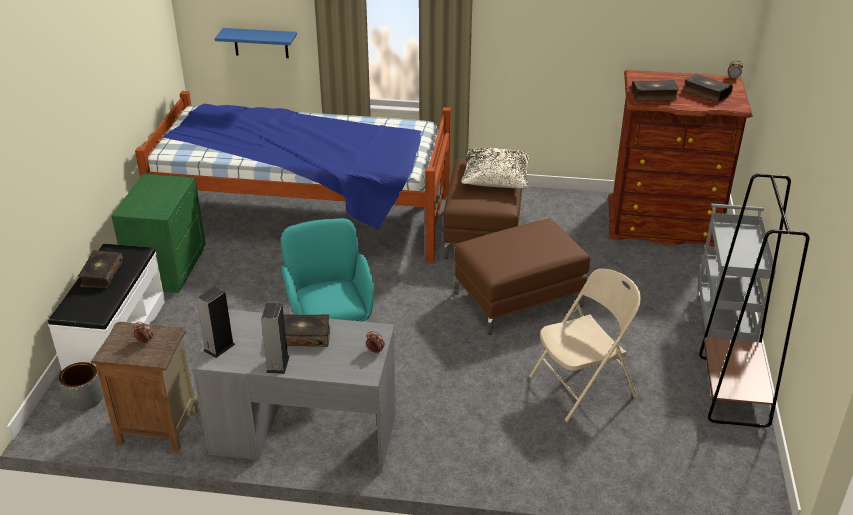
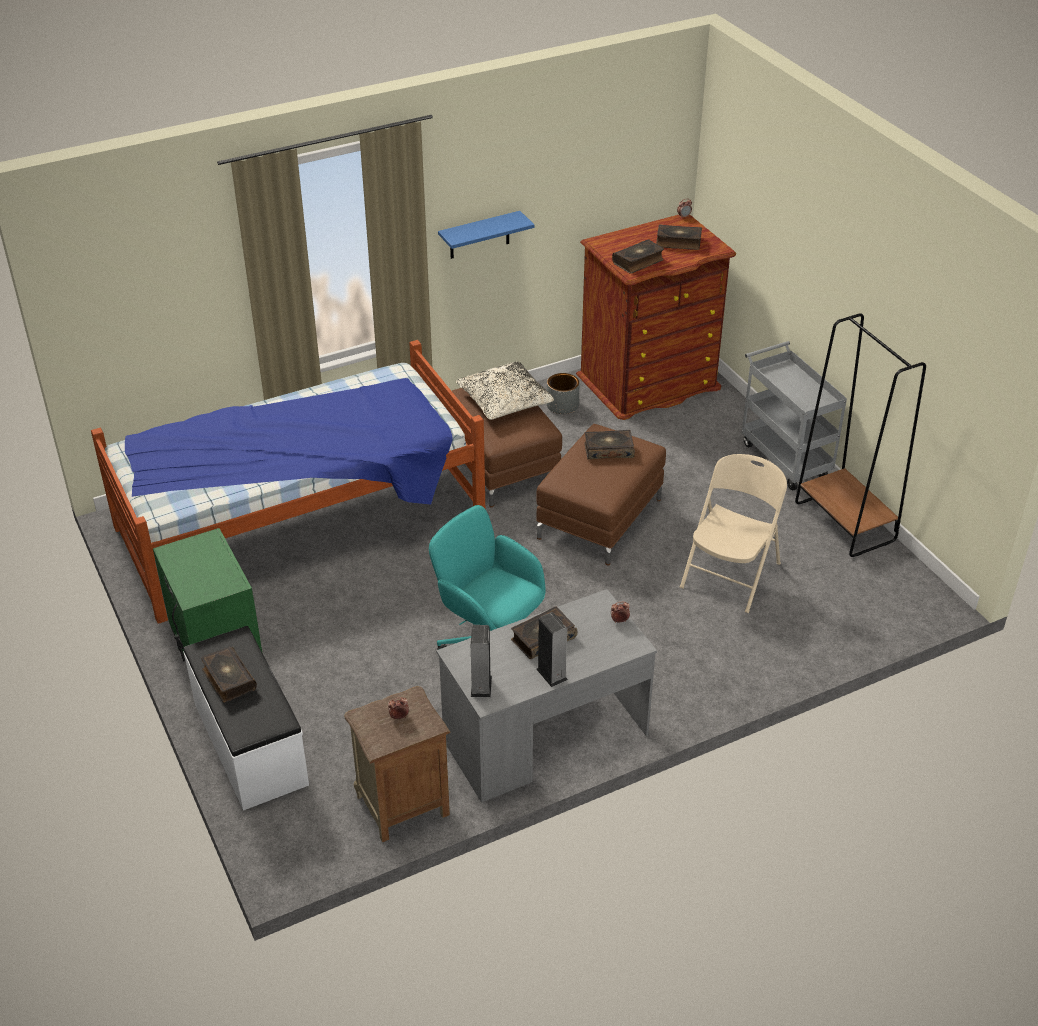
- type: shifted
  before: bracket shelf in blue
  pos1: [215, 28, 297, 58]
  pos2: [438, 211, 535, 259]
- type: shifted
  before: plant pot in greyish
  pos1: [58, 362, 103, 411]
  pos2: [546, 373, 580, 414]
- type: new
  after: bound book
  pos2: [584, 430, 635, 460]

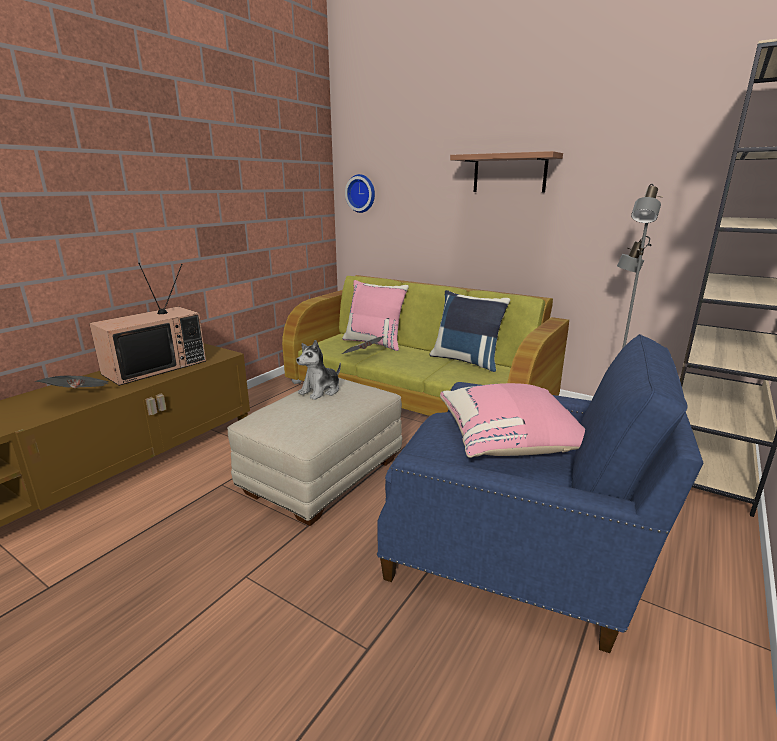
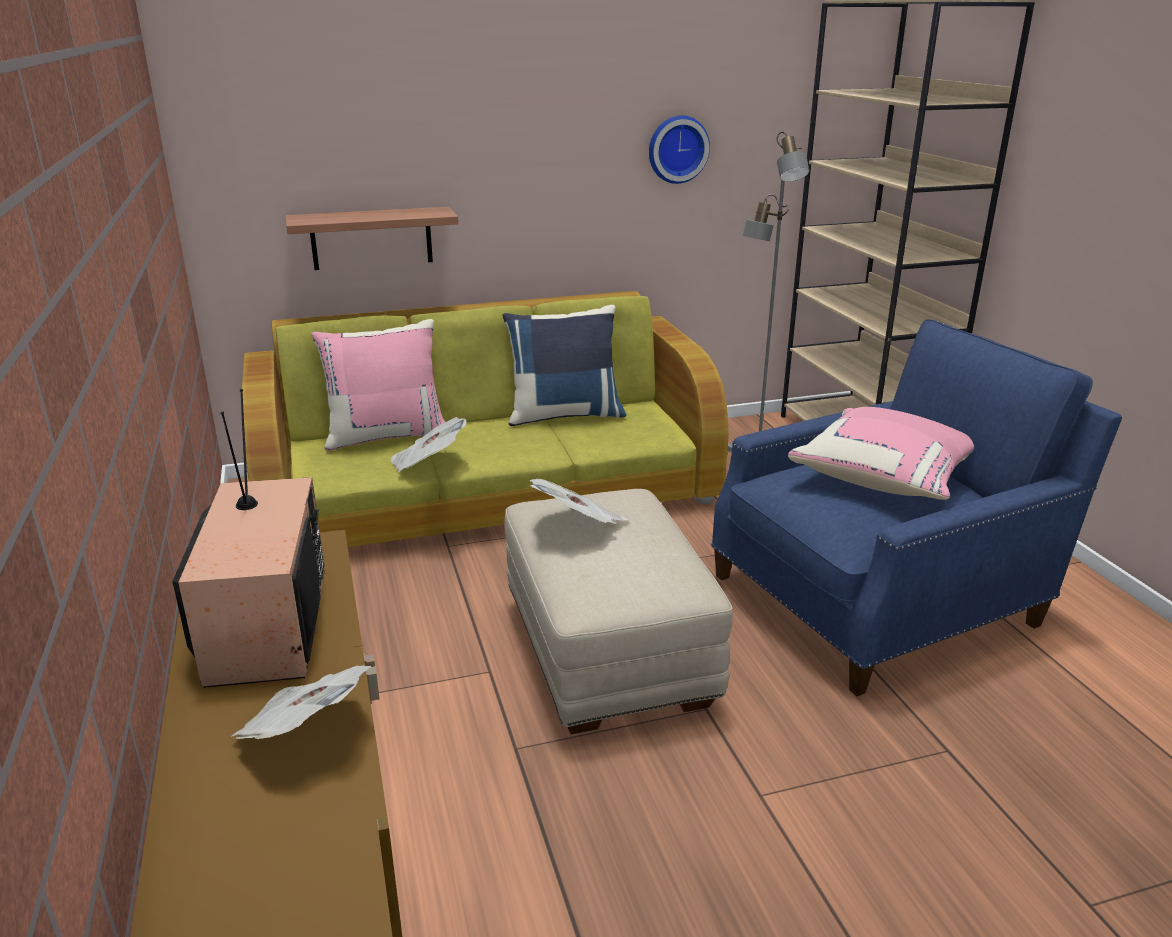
- type: shifted
  before: bracket shelf
  pos1: [450, 151, 563, 193]
  pos2: [286, 207, 458, 270]
- type: shifted
  before: clock on the wall
  pos1: [345, 174, 375, 213]
  pos2: [649, 115, 710, 184]
- type: swapped
  before: cuddly toy
  after: printed paper
  pos1: [296, 340, 341, 400]
  pos2: [530, 479, 629, 524]

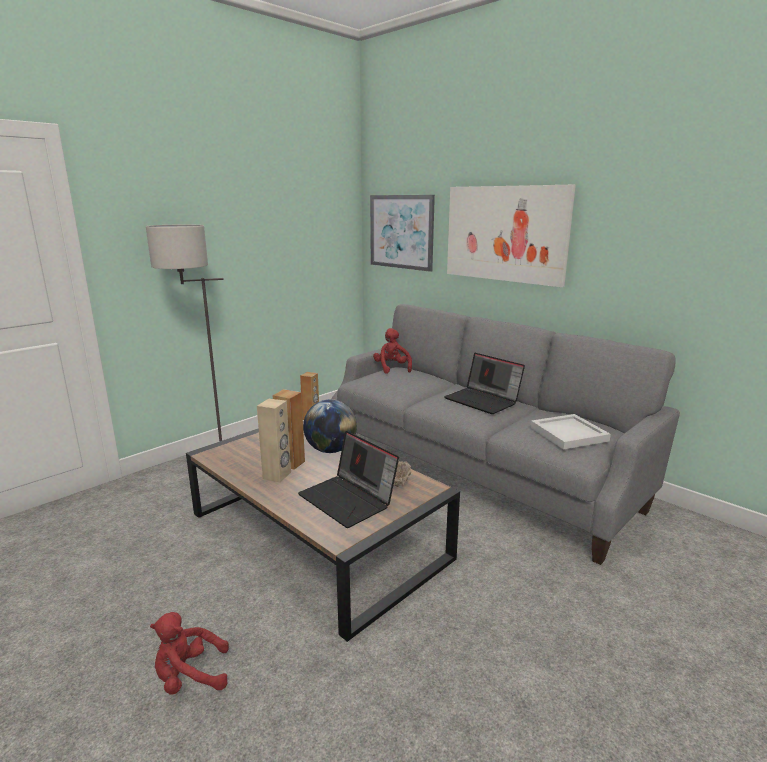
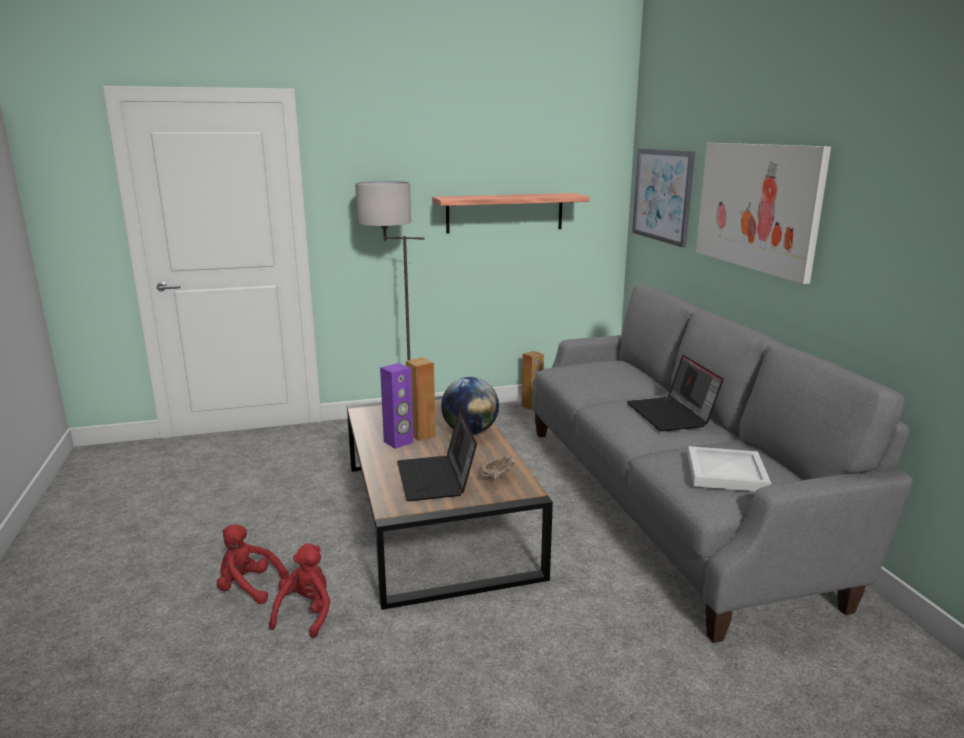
- type: shifted
  before: cuddly toy in red-coloured
  pos1: [373, 328, 412, 374]
  pos2: [269, 543, 330, 638]
- type: repainted
  before: loudspeaker in beige-coloured
  after: loudspeaker in purplish
  pos1: [257, 399, 291, 482]
  pos2: [380, 363, 413, 449]
- type: new
  after: bracket shelf
  pos2: [432, 193, 590, 234]

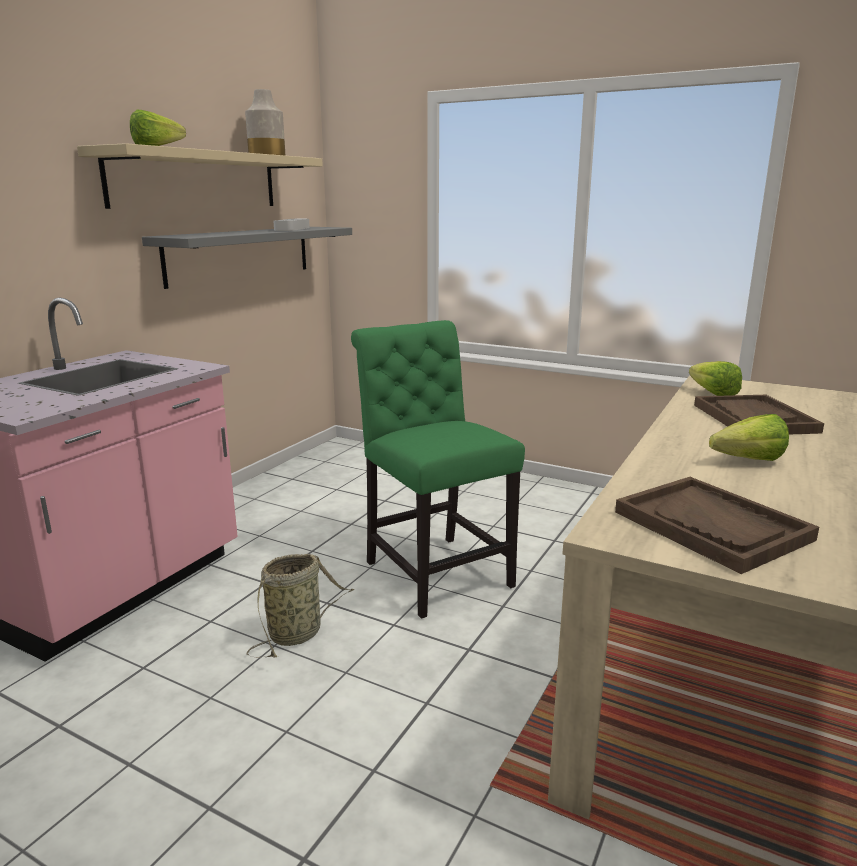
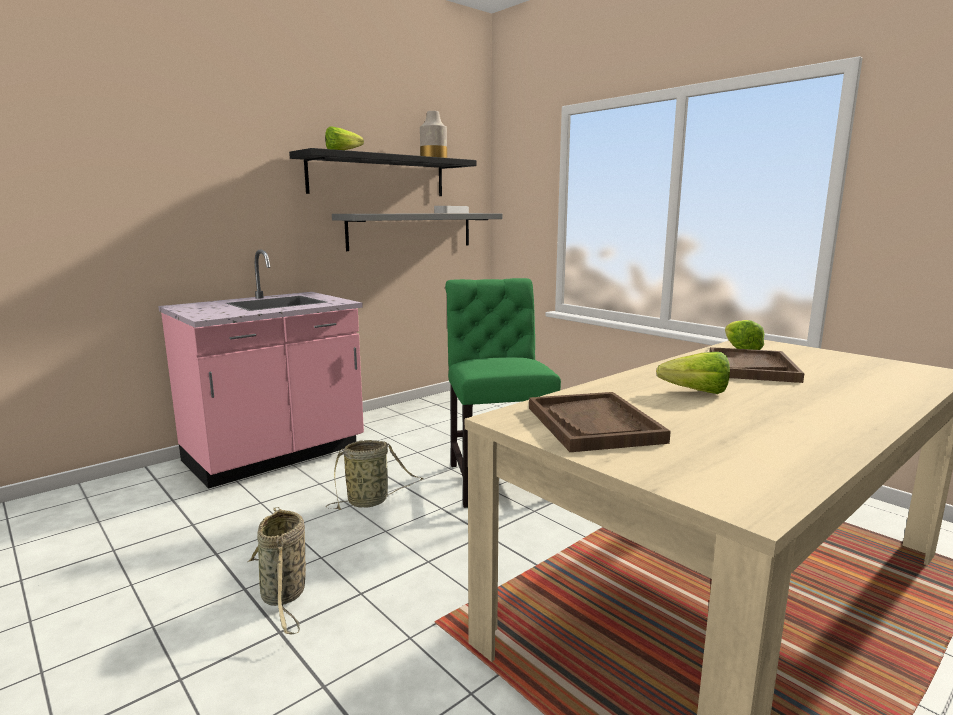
- type: repainted
  before: bracket shelf in beige-coloured
  after: bracket shelf in black
  pos1: [77, 143, 323, 209]
  pos2: [289, 148, 477, 196]
- type: new
  after: storage basket
  pos2: [248, 507, 306, 635]

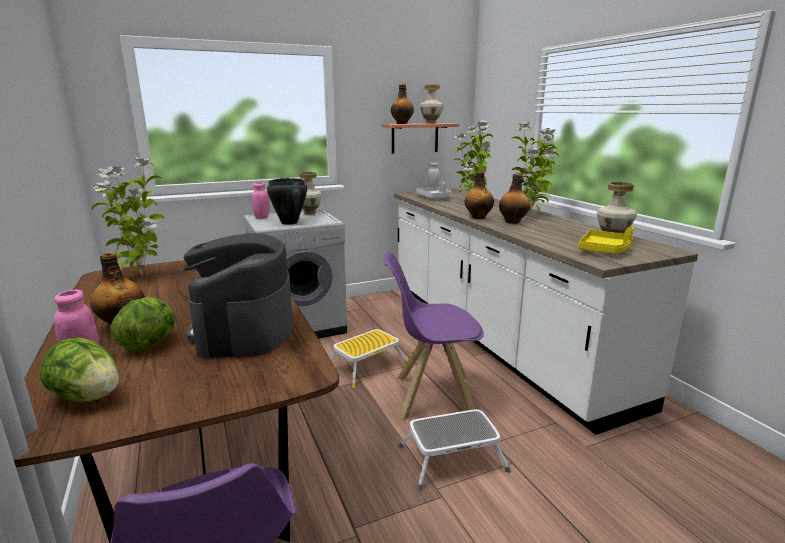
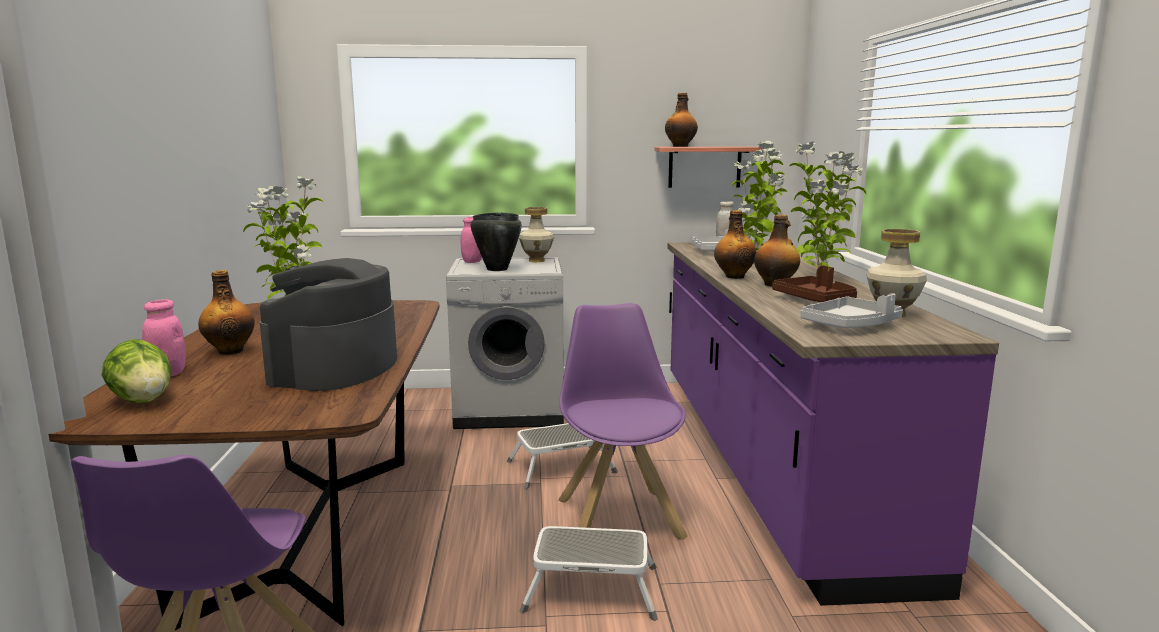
- type: gone
  before: vase
  pos1: [420, 84, 444, 124]
- type: repainted
  before: kitchen counter in white
  after: kitchen counter in purplish
  pos1: [394, 188, 698, 435]
  pos2: [667, 242, 999, 606]
- type: repainted
  before: carrying tray in yellow-coloured
  after: carrying tray in greyish
  pos1: [578, 227, 634, 254]
  pos2: [800, 293, 903, 328]
- type: rotated
  before: plain chair in purplish
  pos1: [383, 251, 484, 420]
  pos2: [558, 303, 688, 540]
  turn: 60
- type: gone
  before: lettuce
  pos1: [111, 297, 175, 352]
- type: repainted
  before: step stool in yellow-coloured
  after: step stool in greyish
  pos1: [331, 329, 408, 388]
  pos2: [506, 423, 618, 489]
- type: new
  after: carrying tray in brown
  pos2: [772, 266, 857, 302]

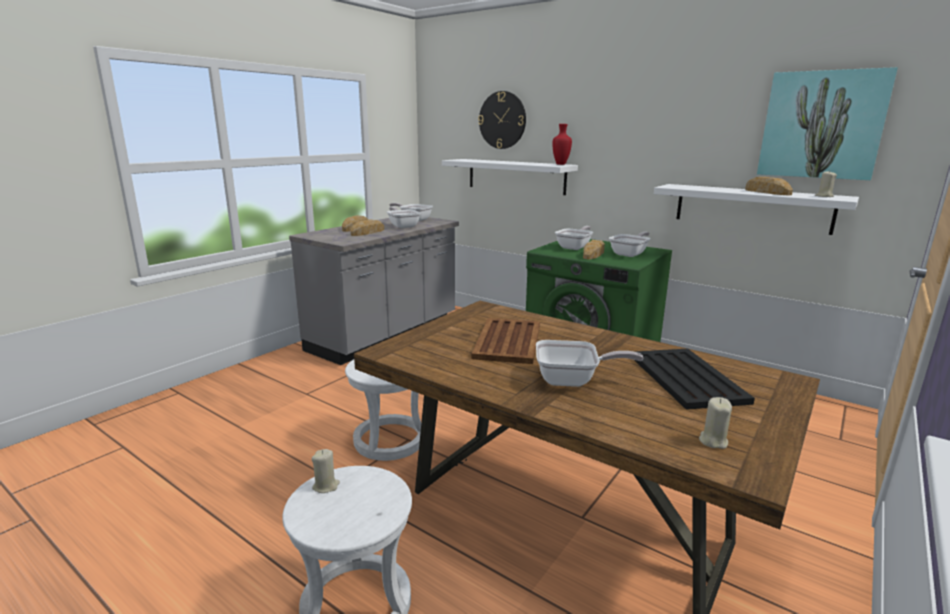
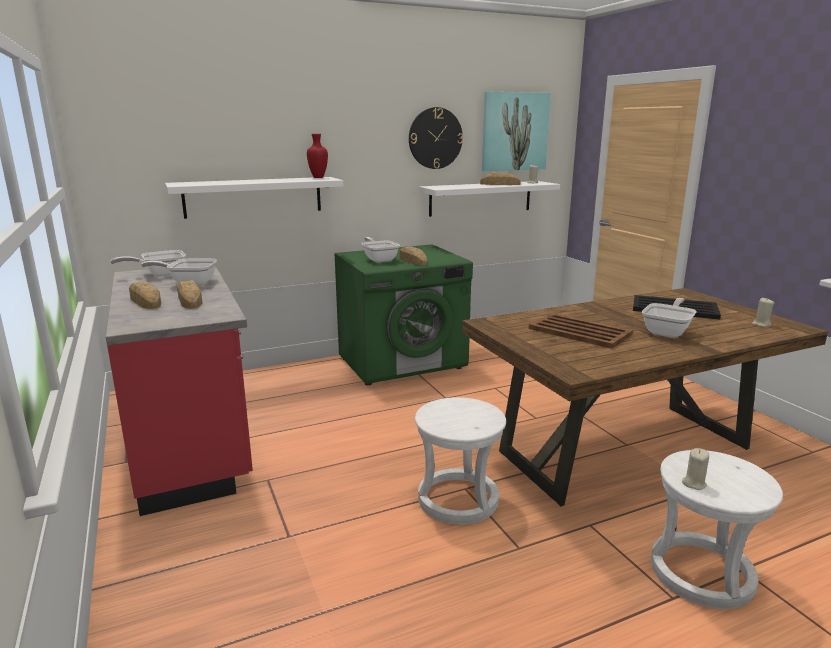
- type: shifted
  before: clock on the wall
  pos1: [478, 91, 526, 149]
  pos2: [409, 107, 463, 169]
- type: repainted
  before: kitchen counter in greyish
  after: kitchen counter in red-coloured
  pos1: [289, 217, 459, 365]
  pos2: [106, 265, 253, 516]
- type: gone
  before: frying pan
  pos1: [609, 232, 650, 257]

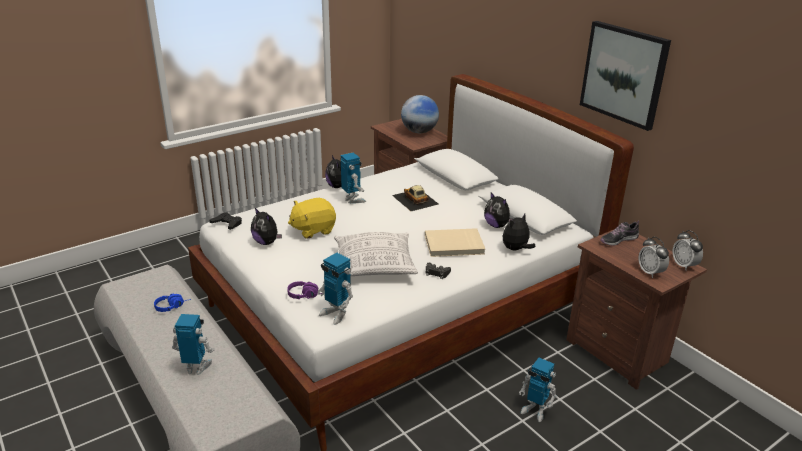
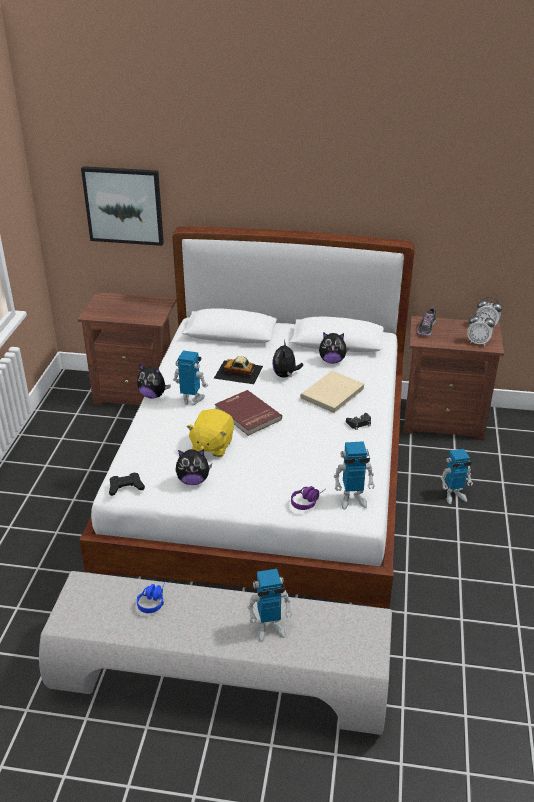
- type: shifted
  before: wall picture
  pos1: [580, 21, 671, 131]
  pos2: [81, 166, 164, 246]
- type: gone
  before: desk globe
  pos1: [401, 95, 439, 133]
- type: shifted
  before: cuddly toy
  pos1: [503, 214, 536, 251]
  pos2: [272, 340, 303, 378]
- type: gone
  before: throw pillow
  pos1: [334, 232, 418, 276]
- type: rotated
  before: robot figure
  pos1: [172, 314, 215, 375]
  pos2: [247, 569, 292, 642]
  turn: -150
- type: new
  after: bound book in red-coloured
  pos2: [215, 390, 282, 436]

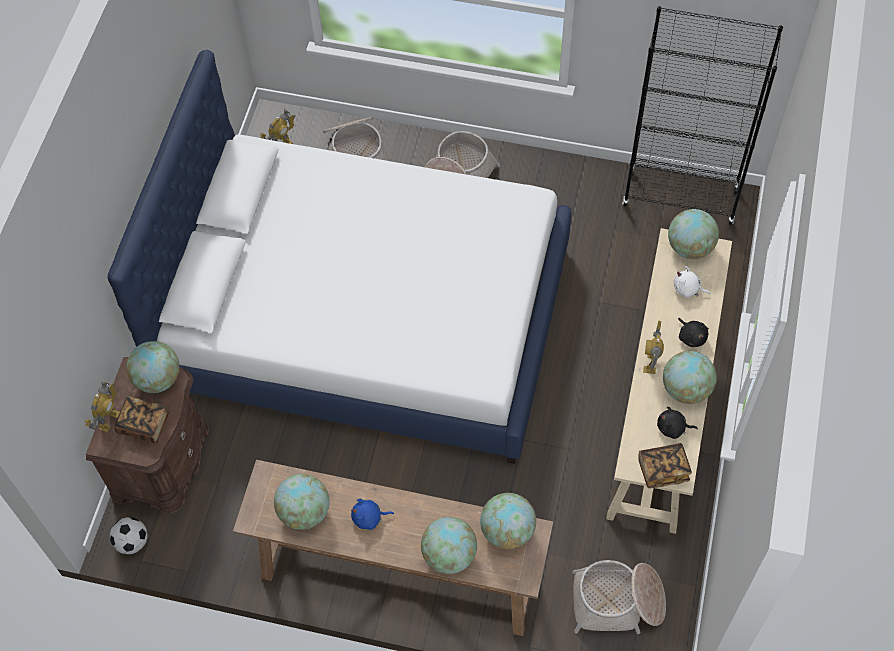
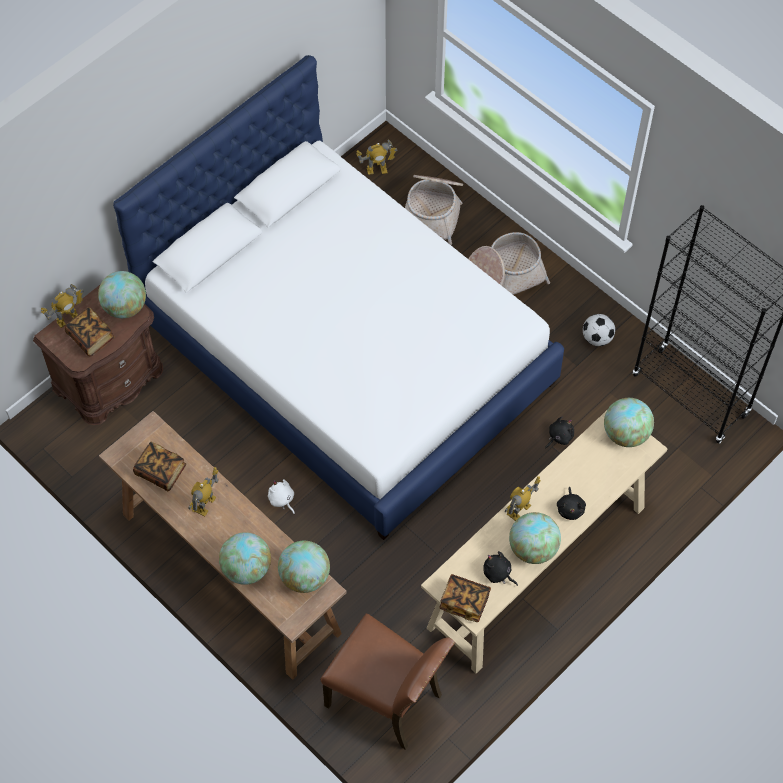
- type: shifted
  before: cuddly toy in white
  pos1: [673, 266, 711, 298]
  pos2: [268, 479, 295, 514]
- type: swapped
  before: desk globe
  after: bound book
  pos1: [274, 474, 330, 530]
  pos2: [133, 442, 186, 491]
- type: swapped
  before: cuddly toy in blue
  after: robot figure
  pos1: [351, 499, 394, 530]
  pos2: [189, 467, 219, 516]
- type: shifted
  before: football
  pos1: [110, 517, 147, 554]
  pos2: [583, 314, 615, 346]
- type: swapped
  before: storage basket
  after: plain chair in brown
  pos1: [572, 560, 666, 634]
  pos2: [320, 614, 455, 750]
- type: new
  after: cuddly toy in black
  pos2: [545, 416, 574, 449]

